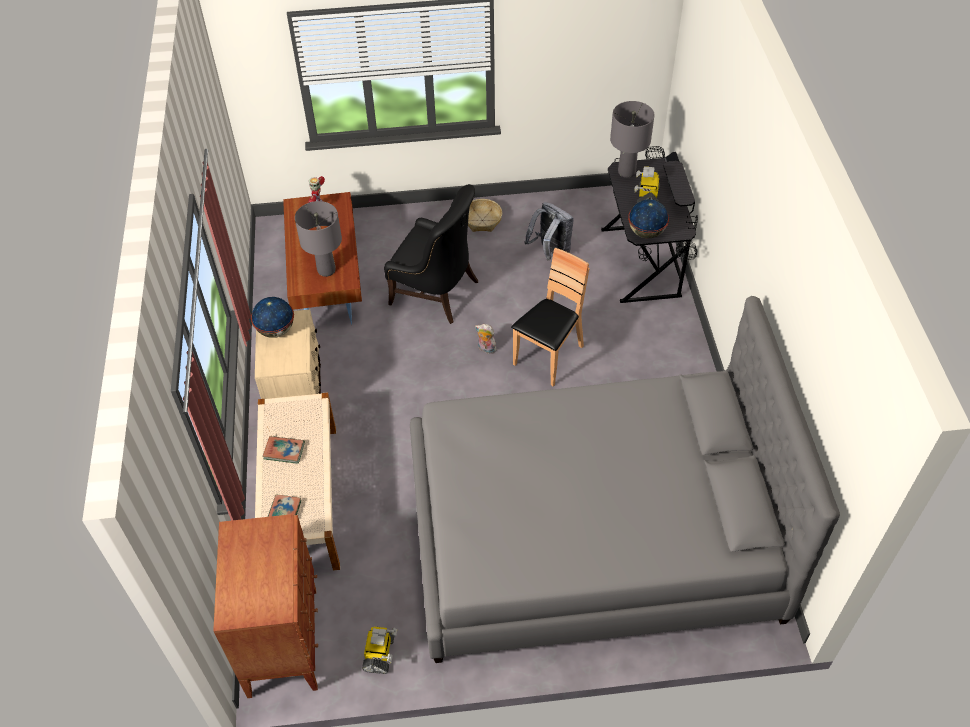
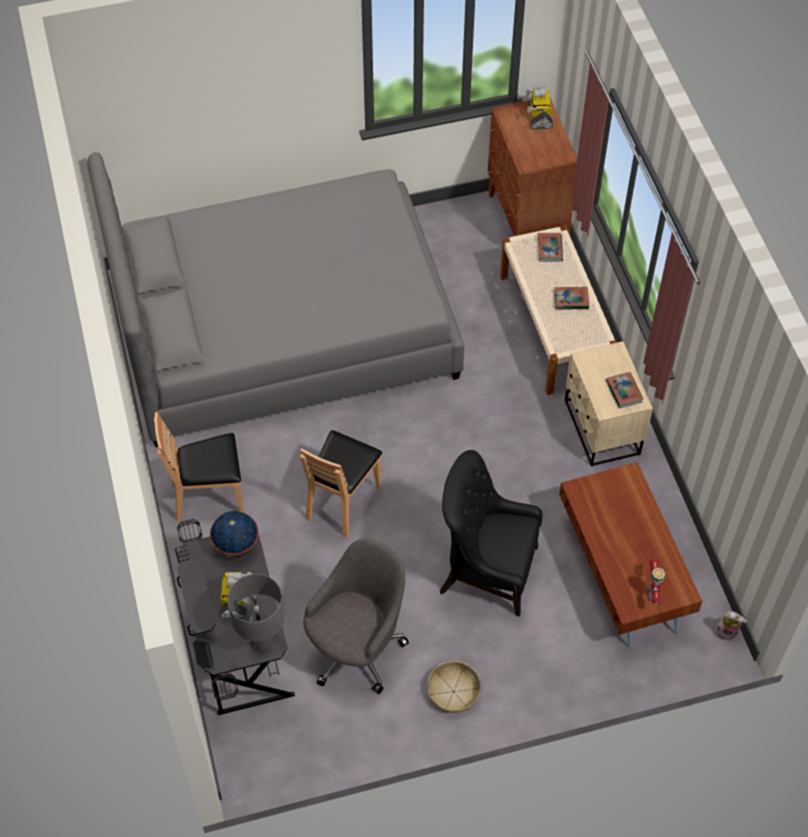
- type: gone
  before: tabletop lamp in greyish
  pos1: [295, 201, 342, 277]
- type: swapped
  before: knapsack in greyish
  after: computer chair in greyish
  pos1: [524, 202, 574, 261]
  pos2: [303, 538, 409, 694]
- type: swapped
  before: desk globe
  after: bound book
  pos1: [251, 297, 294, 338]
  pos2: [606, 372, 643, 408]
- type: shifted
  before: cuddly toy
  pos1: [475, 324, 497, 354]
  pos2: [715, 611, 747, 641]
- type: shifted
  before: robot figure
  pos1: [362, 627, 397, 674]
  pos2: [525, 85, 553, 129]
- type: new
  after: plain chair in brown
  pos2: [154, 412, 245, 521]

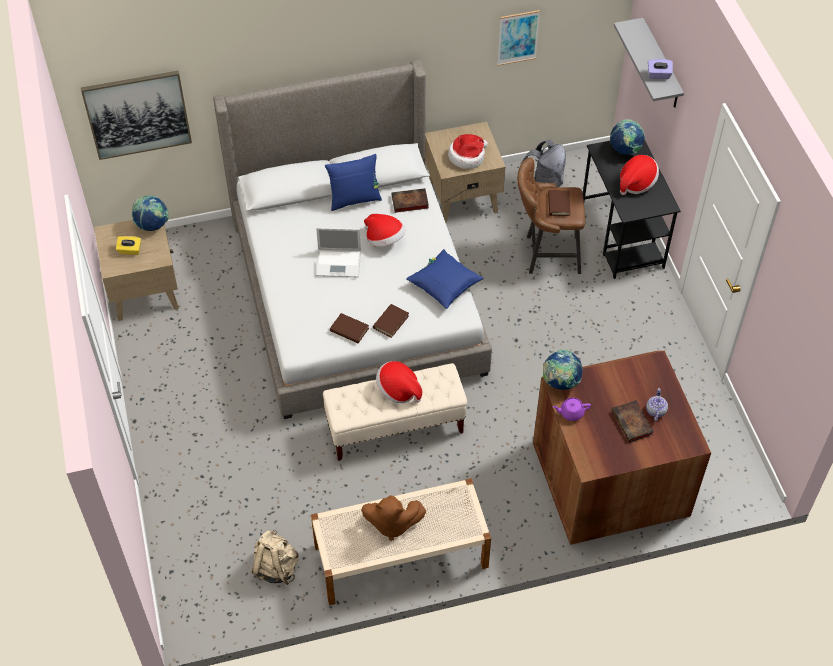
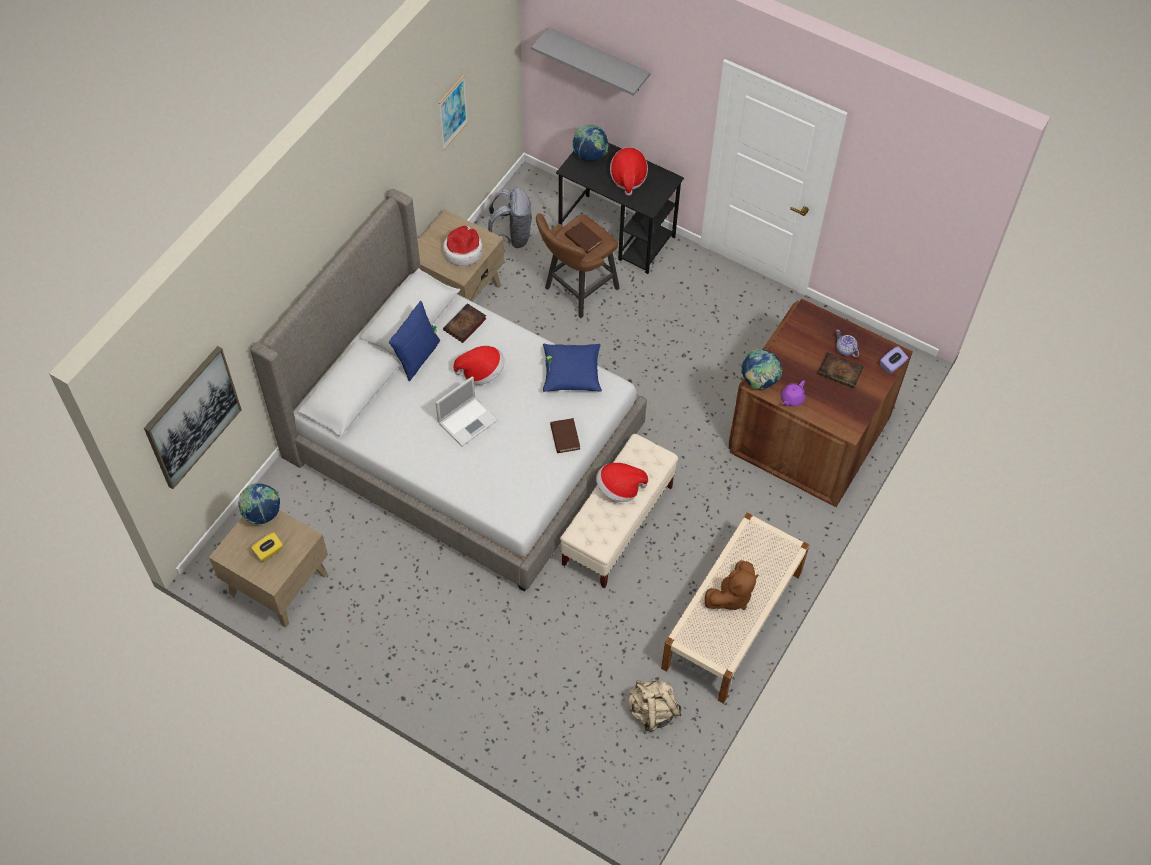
- type: shifted
  before: tissue box in purplish
  pos1: [648, 59, 673, 79]
  pos2: [880, 346, 908, 374]
- type: gone
  before: bound book in brown
  pos1: [330, 313, 369, 343]

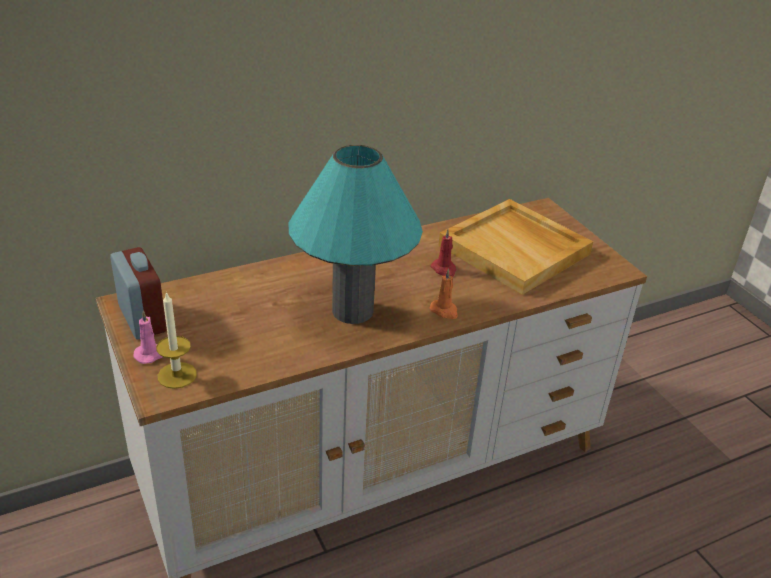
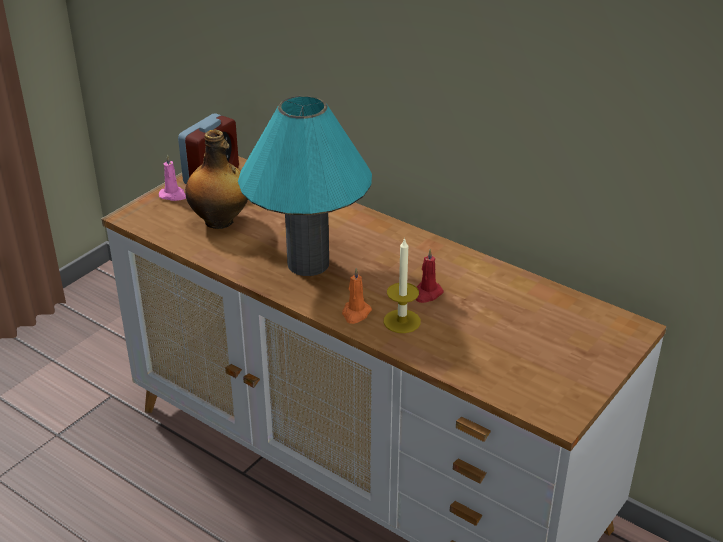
- type: gone
  before: carrying tray in beige-coloured
  pos1: [438, 199, 593, 295]
- type: shifted
  before: wax light
  pos1: [156, 292, 197, 389]
  pos2: [384, 237, 421, 333]
- type: new
  after: drink bottle
  pos2: [185, 130, 248, 229]

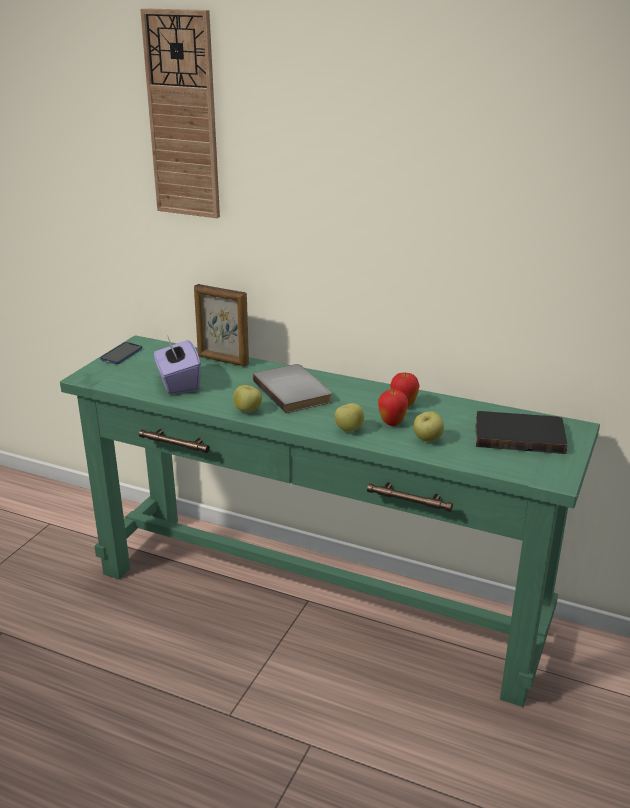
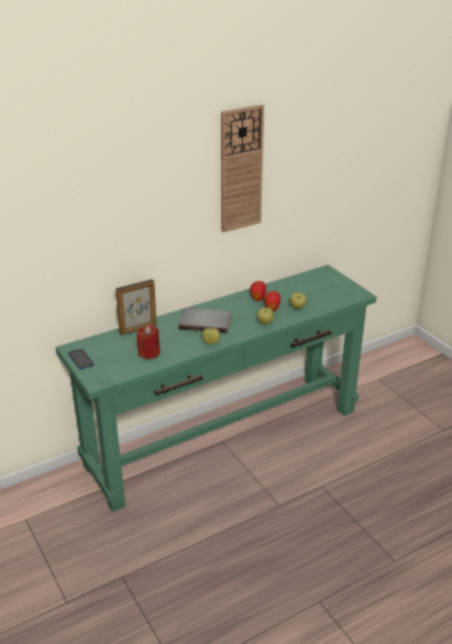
- type: shifted
  before: clock on the wall
  pos1: [140, 8, 220, 218]
  pos2: [221, 104, 264, 233]
- type: swapped
  before: tissue box in purplish
  after: wax light in red-coloured
  pos1: [154, 335, 201, 395]
  pos2: [137, 325, 160, 359]
- type: gone
  before: bound book in black
  pos1: [476, 411, 568, 454]

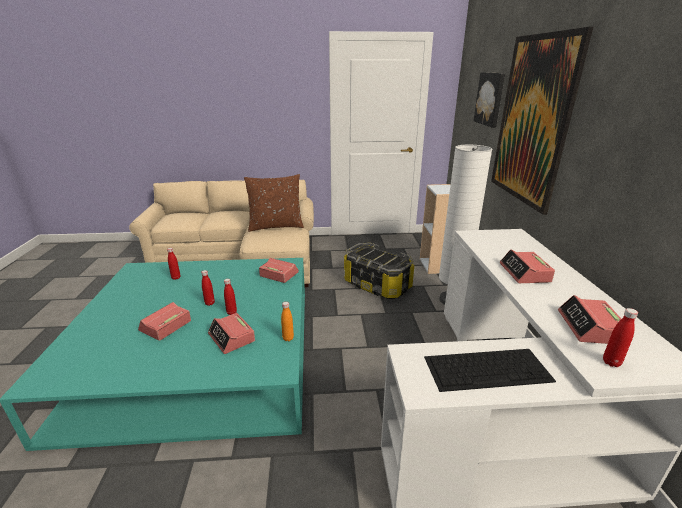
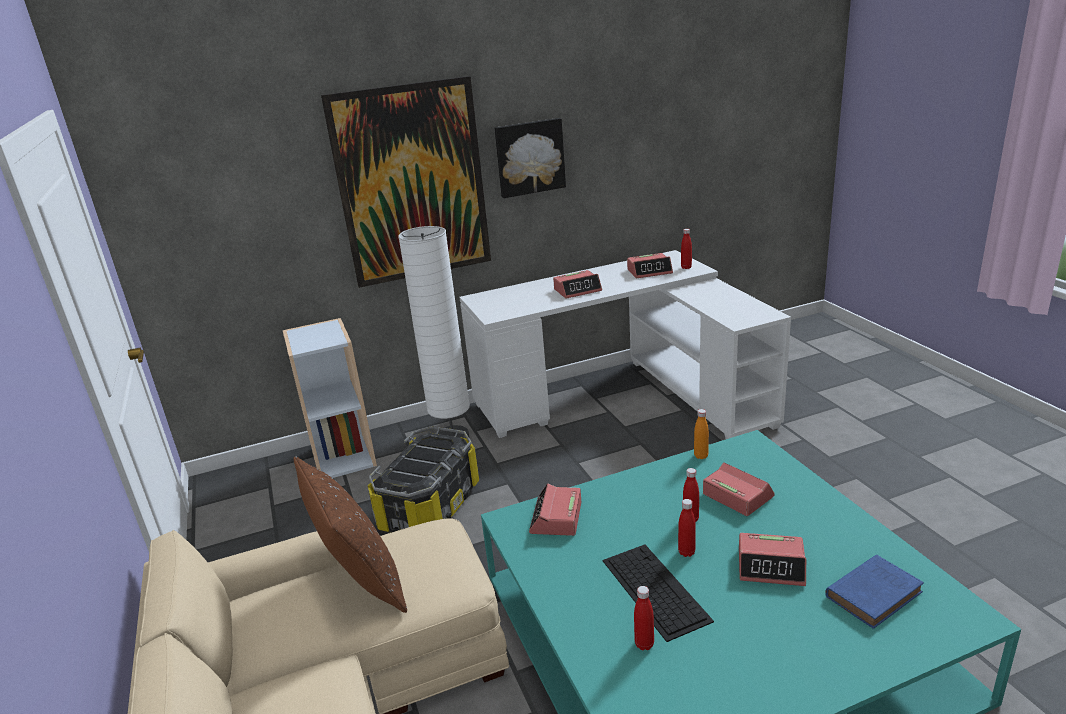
- type: shifted
  before: wall picture
  pos1: [474, 72, 505, 127]
  pos2: [495, 118, 566, 198]
- type: rotated
  before: alarm clock
  pos1: [208, 313, 255, 354]
  pos2: [703, 462, 775, 516]
  turn: -75
- type: shifted
  before: PC keyboard
  pos1: [424, 349, 556, 392]
  pos2: [603, 544, 714, 642]
- type: new
  after: bound book in blue
  pos2: [825, 555, 924, 629]

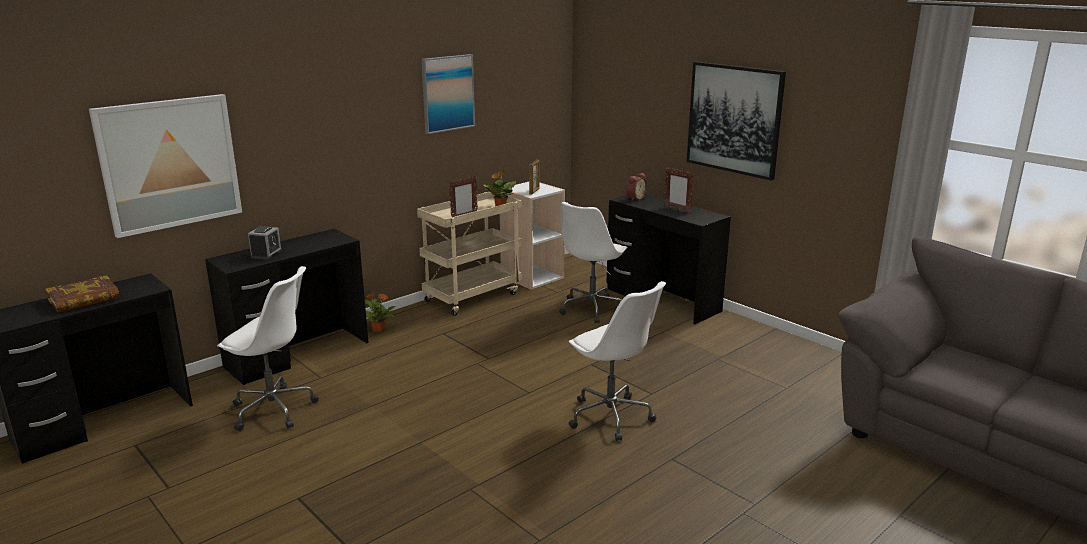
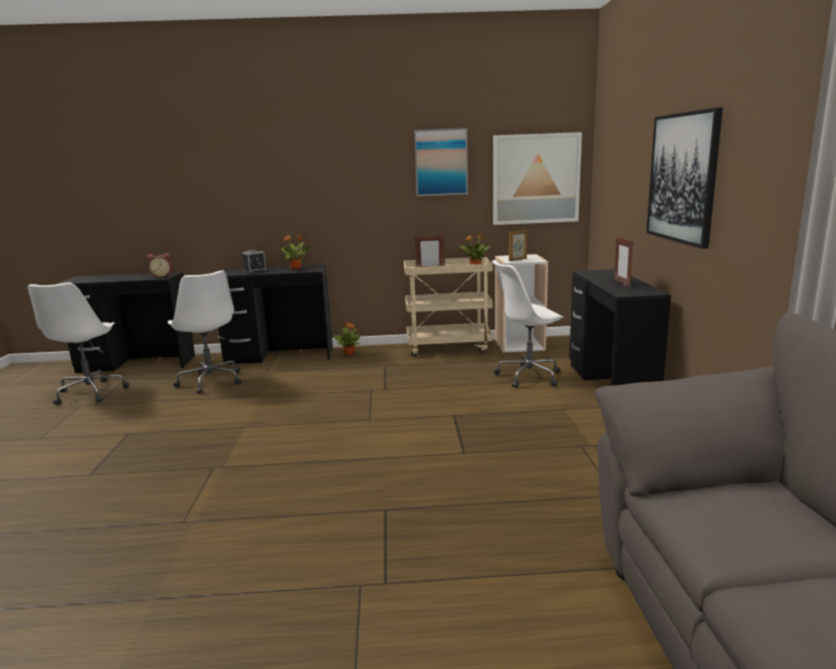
- type: shifted
  before: wall picture
  pos1: [89, 94, 242, 238]
  pos2: [493, 132, 582, 225]
- type: shifted
  before: alarm clock
  pos1: [626, 173, 647, 201]
  pos2: [147, 253, 173, 278]
- type: gone
  before: bound book
  pos1: [46, 275, 119, 313]
- type: shifted
  before: computer chair in white
  pos1: [568, 281, 666, 441]
  pos2: [27, 283, 129, 405]
- type: new
  after: potted plant
  pos2: [278, 235, 310, 270]

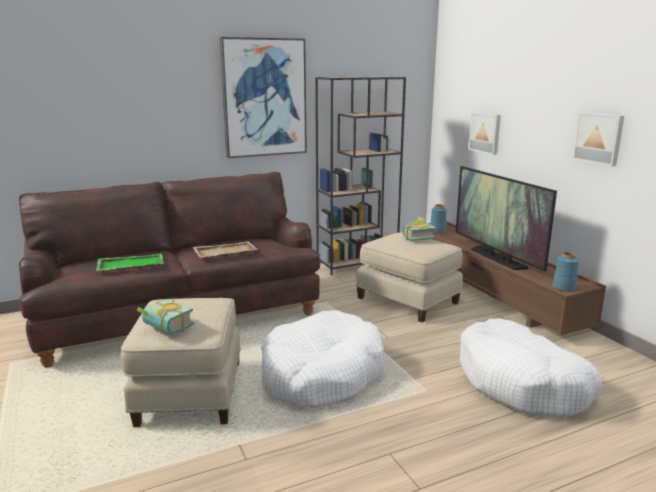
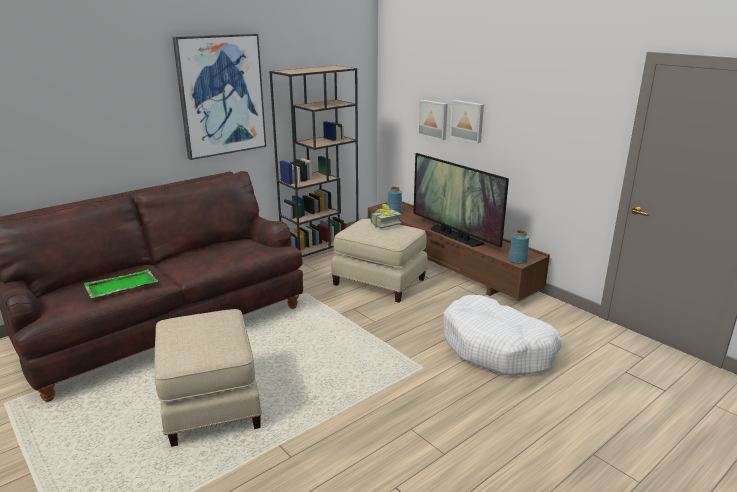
- type: shifted
  before: wall picture
  pos1: [572, 112, 624, 166]
  pos2: [450, 100, 484, 143]
- type: gone
  before: carrying tray in beige-coloured
  pos1: [193, 241, 258, 258]
- type: gone
  before: bound book
  pos1: [137, 299, 194, 335]
- type: gone
  before: dog cushion in white
  pos1: [261, 310, 385, 408]

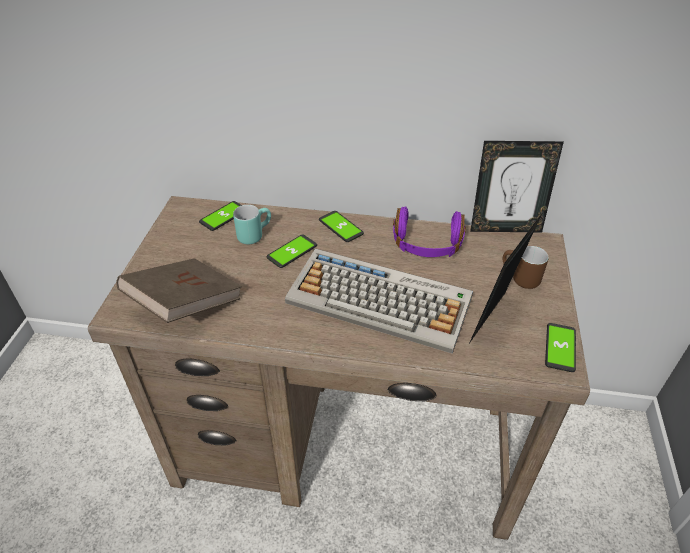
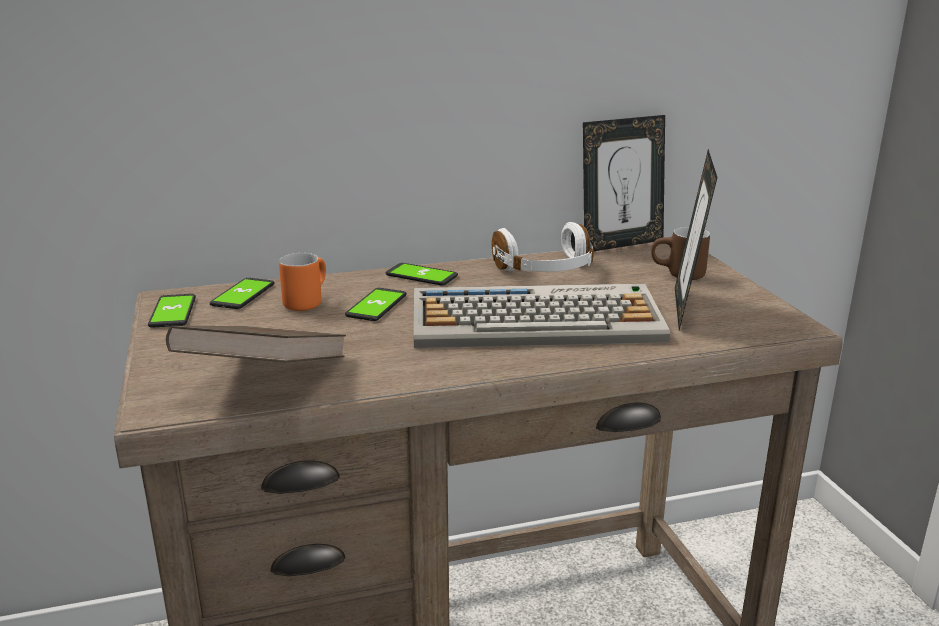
- type: repainted
  before: coffee mug in turquoise
  after: coffee mug in orange
  pos1: [233, 205, 271, 245]
  pos2: [279, 253, 326, 311]
- type: repainted
  before: pair of headphones in purplish
  after: pair of headphones in white
  pos1: [393, 206, 466, 257]
  pos2: [492, 222, 594, 272]
- type: shifted
  before: telephone
  pos1: [545, 323, 576, 372]
  pos2: [148, 294, 196, 328]

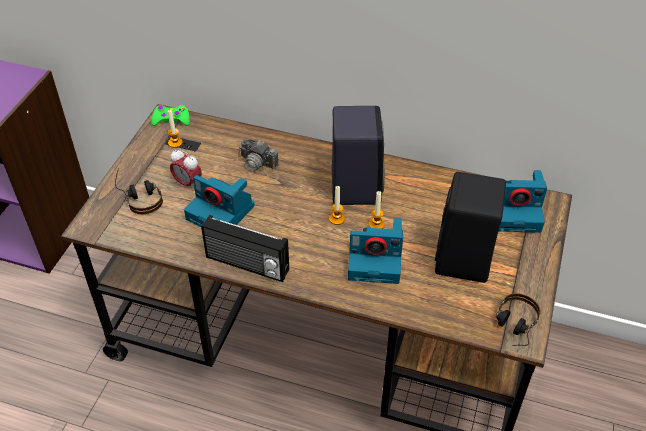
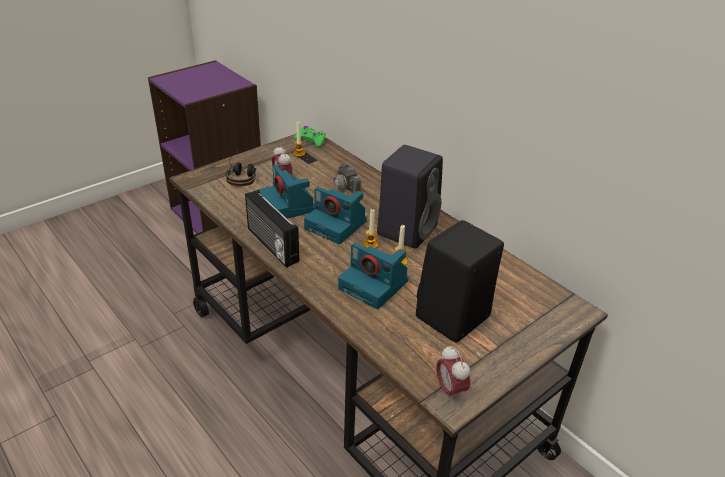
- type: shifted
  before: still camera
  pos1: [499, 170, 547, 233]
  pos2: [304, 187, 367, 244]
- type: swapped
  before: pair of headphones
  after: alarm clock
  pos1: [496, 293, 541, 346]
  pos2: [437, 345, 470, 402]

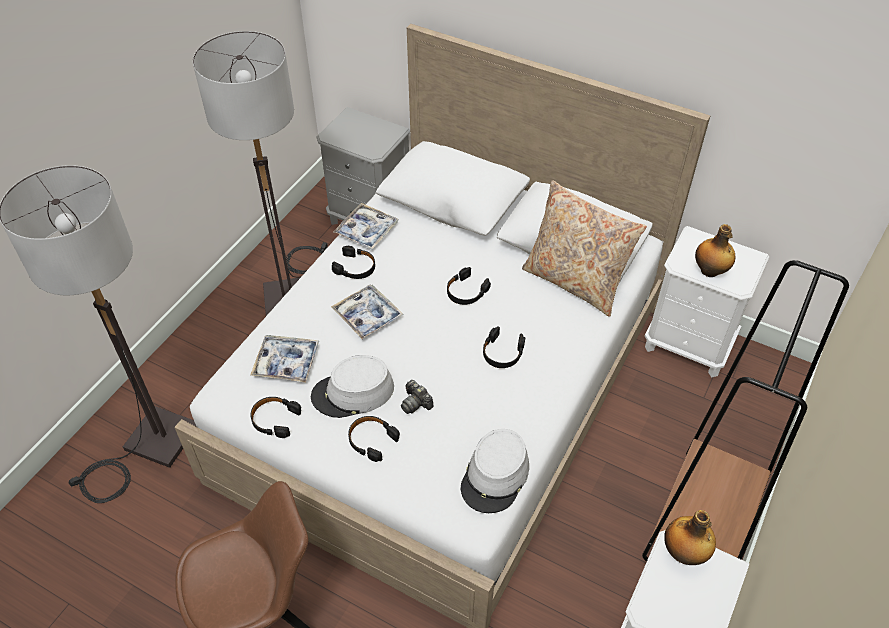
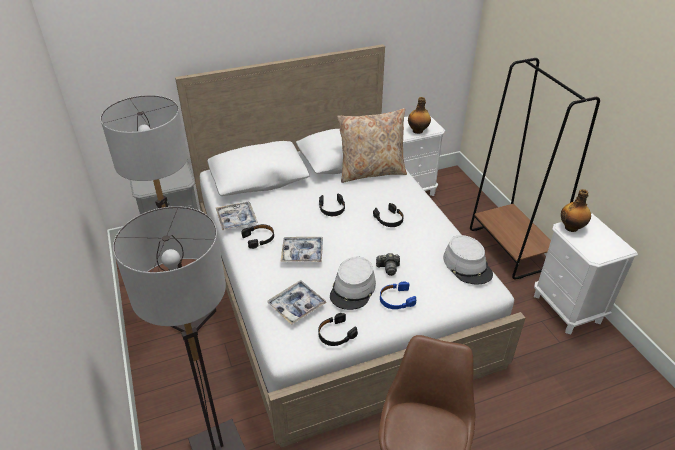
- type: repainted
  before: pair of headphones in black
  after: pair of headphones in blue
  pos1: [348, 416, 400, 462]
  pos2: [380, 281, 416, 309]

